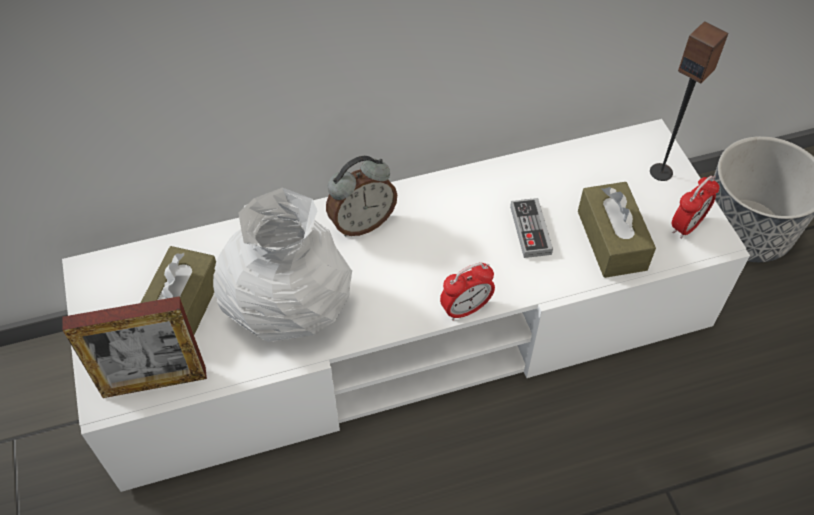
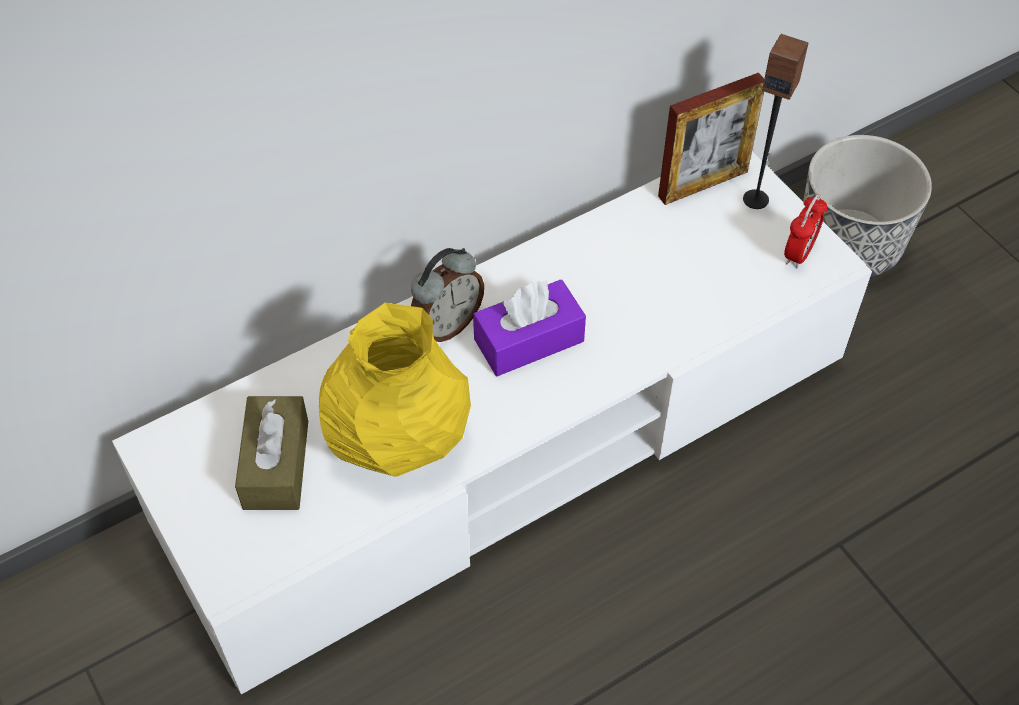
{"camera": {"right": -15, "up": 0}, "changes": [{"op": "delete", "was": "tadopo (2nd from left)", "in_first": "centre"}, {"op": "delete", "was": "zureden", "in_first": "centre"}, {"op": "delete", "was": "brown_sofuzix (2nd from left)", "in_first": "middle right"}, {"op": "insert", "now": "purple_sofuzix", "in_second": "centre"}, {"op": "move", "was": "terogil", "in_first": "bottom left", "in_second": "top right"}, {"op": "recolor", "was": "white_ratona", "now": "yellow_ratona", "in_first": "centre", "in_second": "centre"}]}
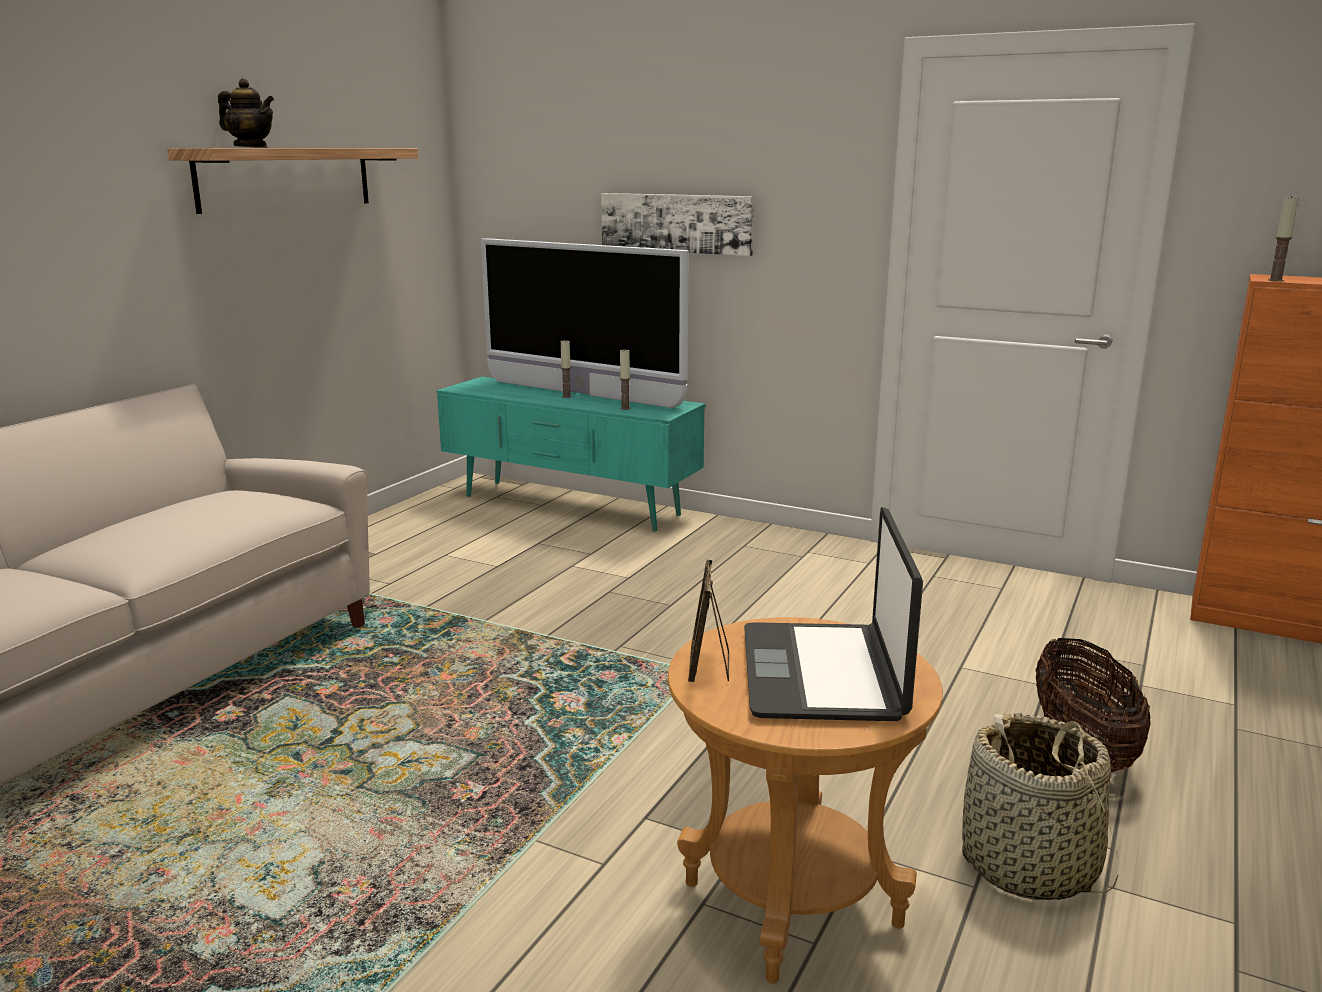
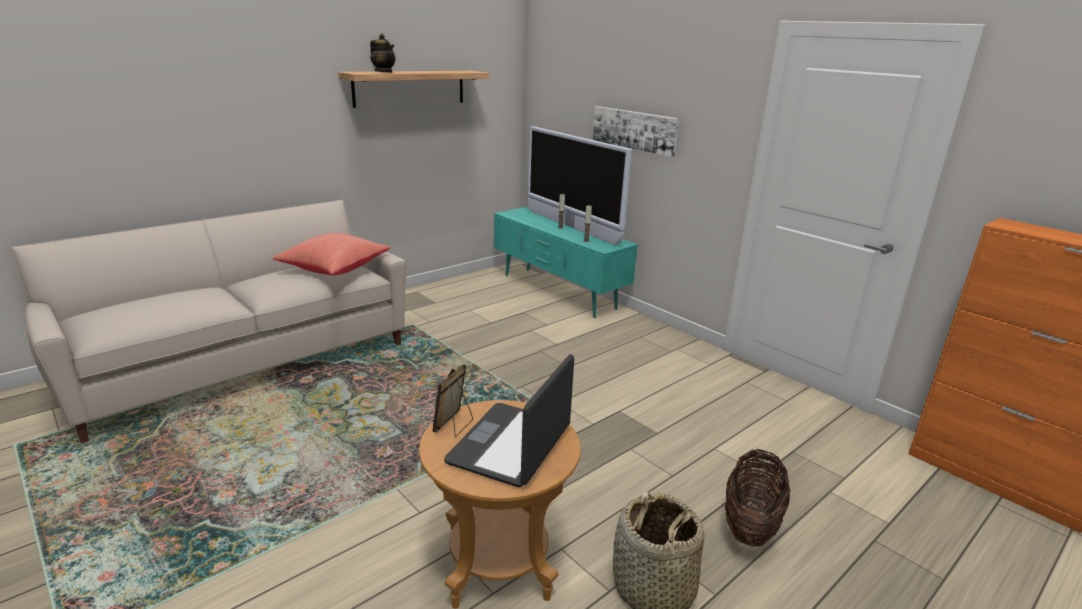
{"camera": {"right": 20, "up": 5}, "changes": [{"op": "delete", "was": "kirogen (3rd from left)", "in_first": "top right"}, {"op": "insert", "now": "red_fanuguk", "in_second": "middle left"}]}
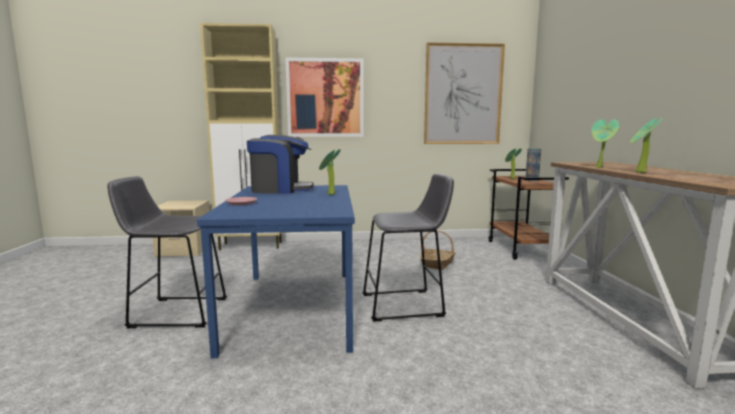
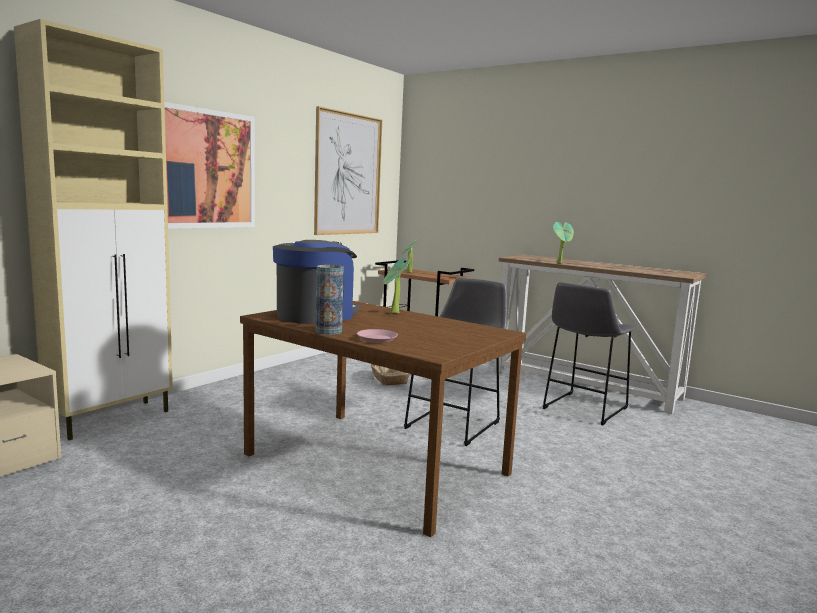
{"camera": {"right": -50, "up": 0}, "changes": [{"op": "delete", "was": "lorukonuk (4th from left)", "in_first": "middle right"}, {"op": "move", "was": "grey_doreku (1st from left in the first image)", "now": "grey_doreku (2nd from left)", "in_first": "middle left", "in_second": "middle right"}, {"op": "move", "was": "ratona", "in_first": "middle right", "in_second": "centre"}, {"op": "recolor", "was": "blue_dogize", "now": "brown_dogize", "in_first": "centre", "in_second": "bottom centre"}]}
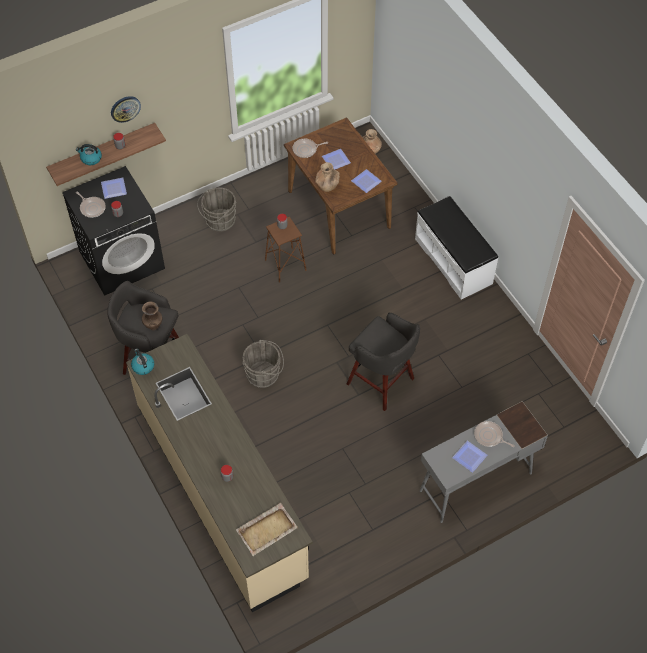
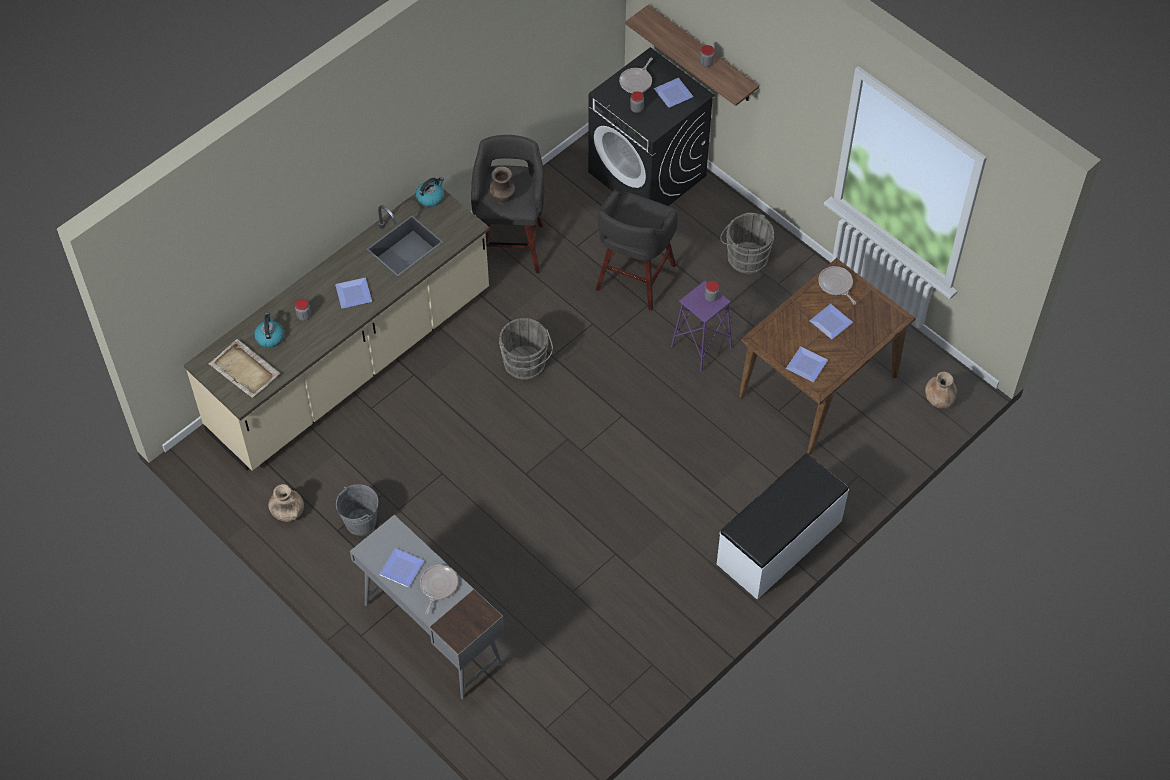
{"camera": {"right": 75, "up": 0}, "changes": [{"op": "delete", "was": "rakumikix", "in_first": "top left"}, {"op": "insert", "now": "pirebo (1st from left)", "in_second": "middle left"}, {"op": "insert", "now": "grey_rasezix (1st from left)", "in_second": "middle left"}, {"op": "move", "was": "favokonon (1st from left)", "in_first": "top left", "in_second": "middle left"}, {"op": "move", "was": "brown_ratona (2nd from left in the first image)", "now": "brown_ratona (1st from left)", "in_first": "top centre", "in_second": "middle left"}, {"op": "move", "was": "grey_doreku (2nd from left)", "in_first": "centre", "in_second": "top centre"}, {"op": "recolor", "was": "brown_doreku", "now": "purple_doreku", "in_first": "centre", "in_second": "centre"}]}
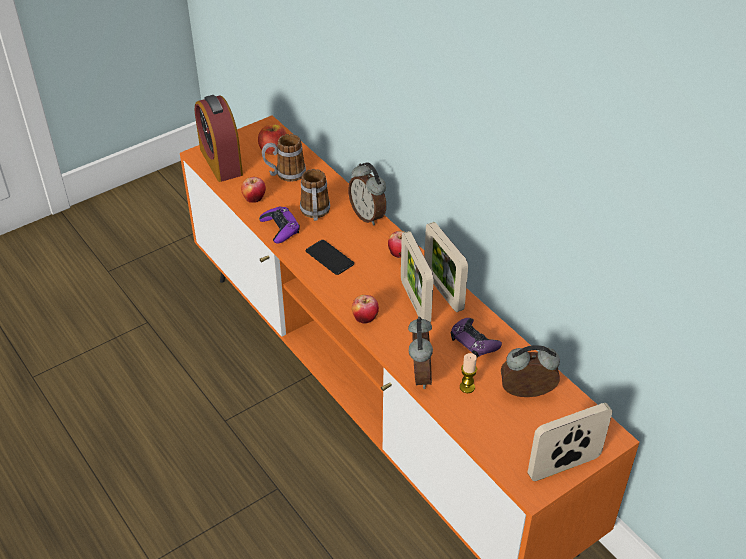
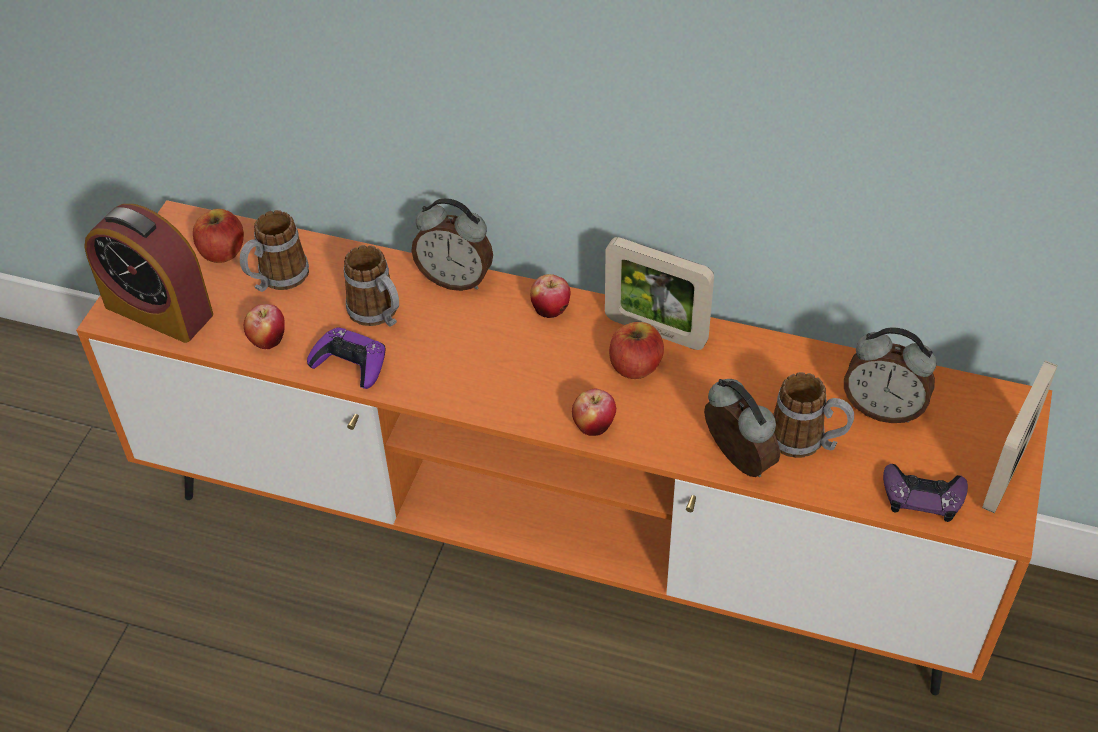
{"camera": {"right": -35, "up": 5}, "changes": [{"op": "delete", "was": "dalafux", "in_first": "centre"}, {"op": "move", "was": "purple_zureden (2nd from left)", "in_first": "centre", "in_second": "bottom right"}, {"op": "replace", "was": "terogil (1st from left)", "now": "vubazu (5th from left)", "in_first": "centre", "in_second": "centre"}, {"op": "replace", "was": "kirogen", "now": "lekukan (3rd from left)", "in_first": "bottom centre", "in_second": "middle right"}, {"op": "rotate", "was": "tadopo (4th from left)", "in_first": "middle right", "in_second": "middle right", "clockwise": -120}]}
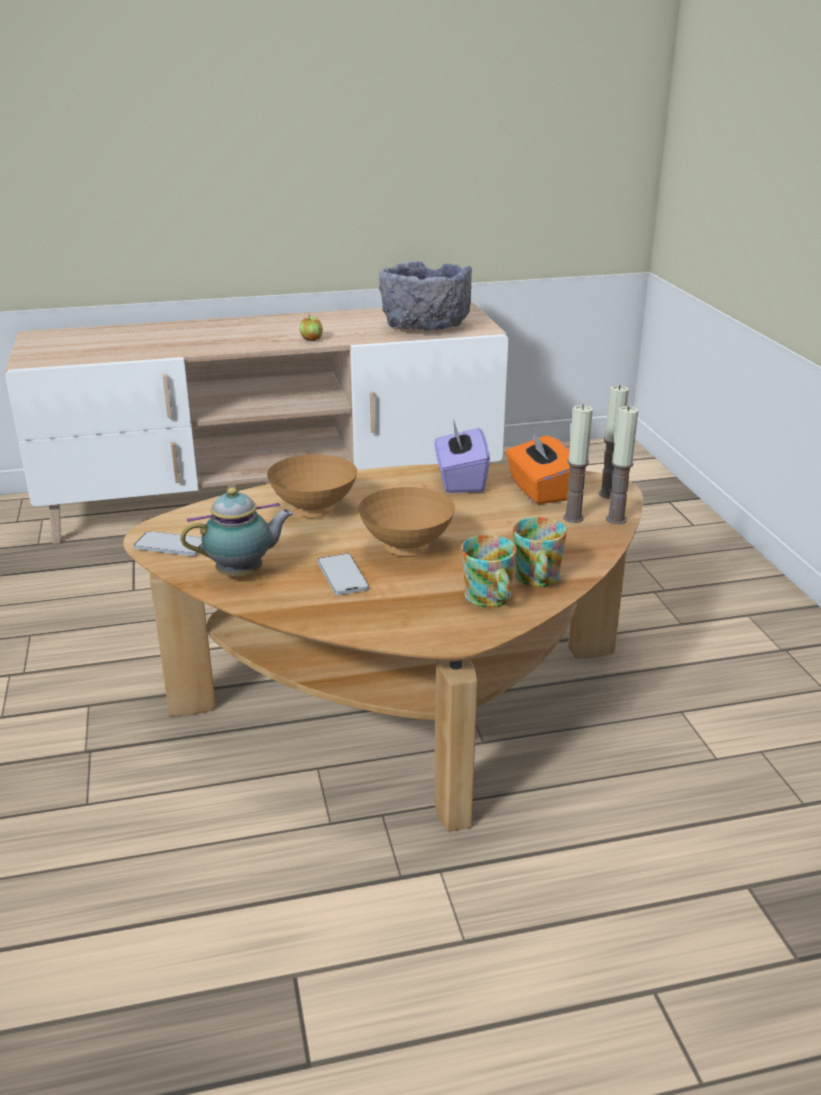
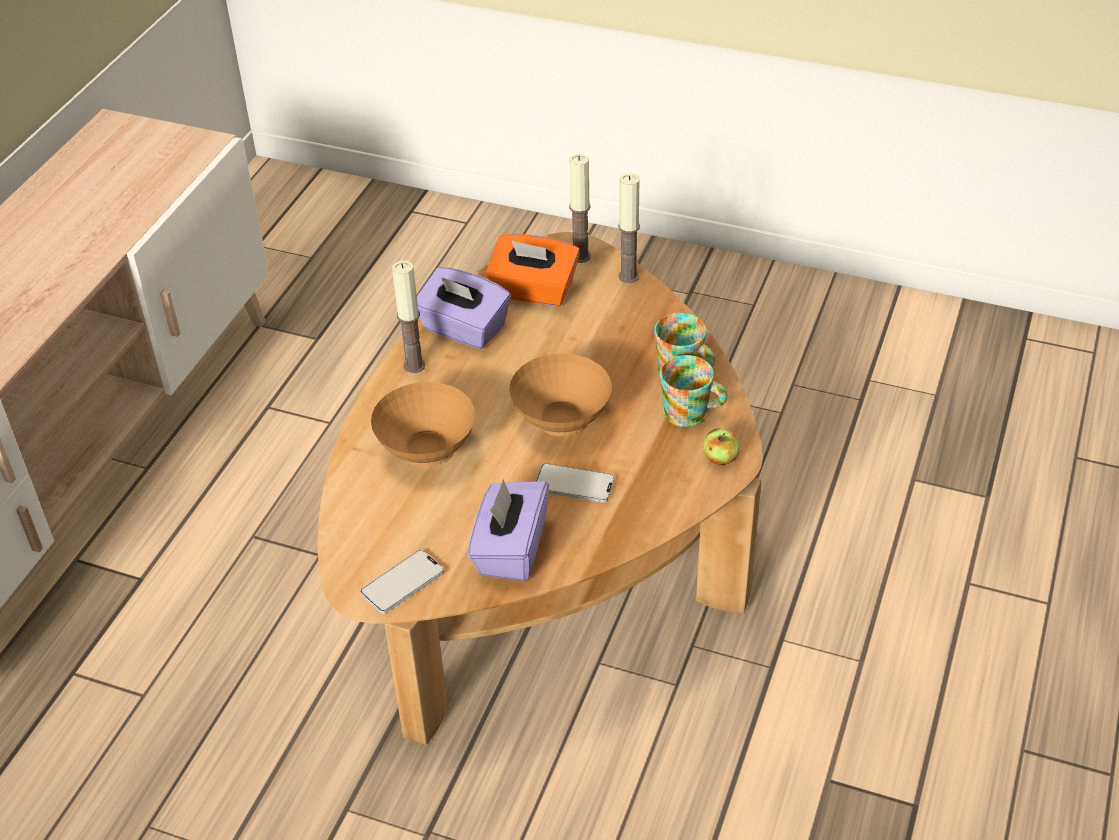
{"camera": {"right": -55, "up": 15}, "changes": [{"op": "delete", "was": "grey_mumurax", "in_first": "top centre"}, {"op": "move", "was": "vubazu", "in_first": "top centre", "in_second": "centre"}, {"op": "move", "was": "kirogen (1st from left)", "in_first": "middle right", "in_second": "centre"}, {"op": "replace", "was": "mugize", "now": "purple_sofuzix (2nd from left)", "in_first": "middle left", "in_second": "centre"}]}
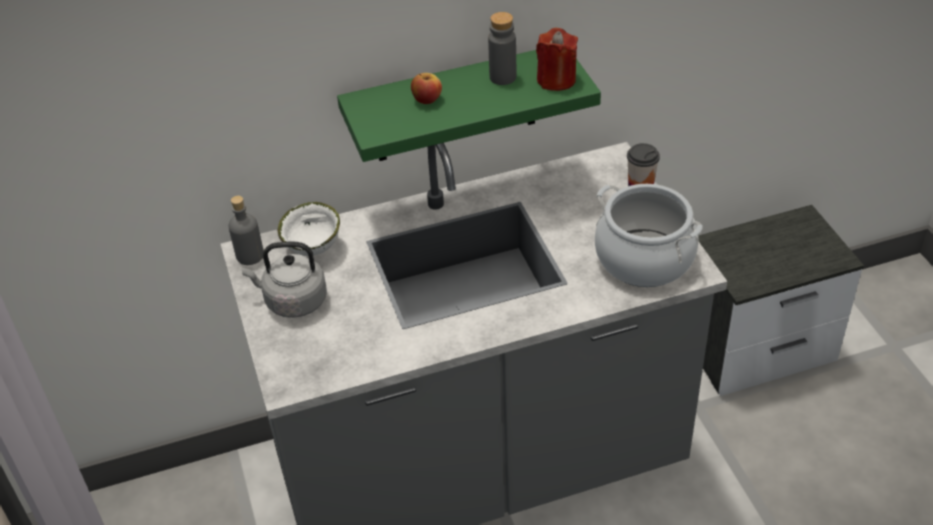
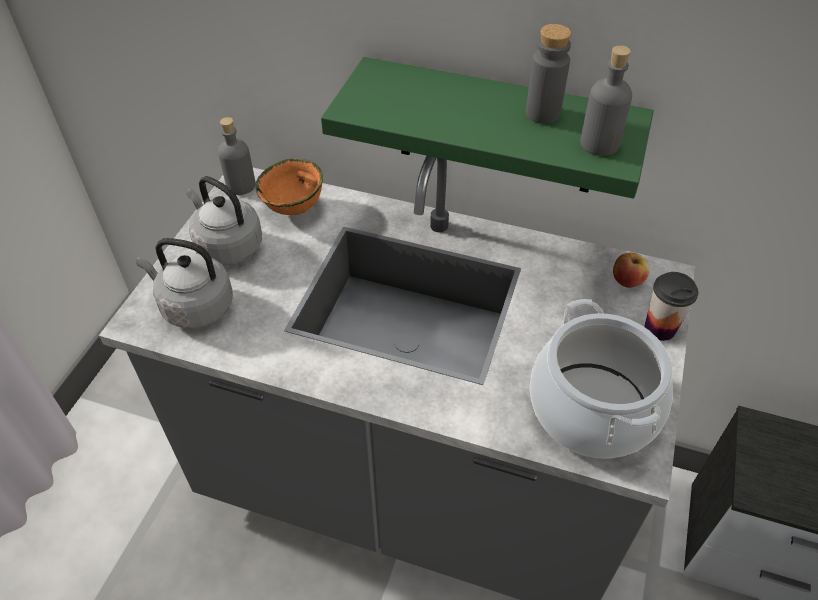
{"camera": {"right": 35, "up": 5}, "changes": [{"op": "insert", "now": "grey_favokonon (1st from left)", "in_second": "middle left"}, {"op": "move", "was": "vubazu", "in_first": "top centre", "in_second": "middle right"}, {"op": "replace", "was": "red_kirogen", "now": "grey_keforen (3rd from left)", "in_first": "top centre", "in_second": "top right"}, {"op": "recolor", "was": "white_mumurax", "now": "orange_mumurax", "in_first": "middle left", "in_second": "top centre"}]}
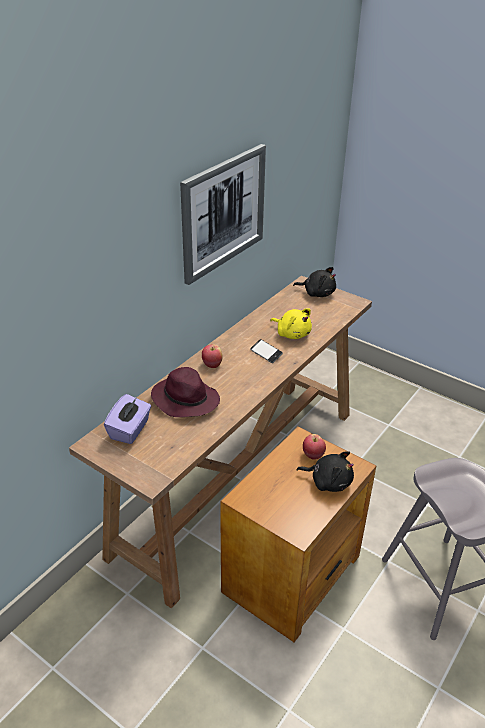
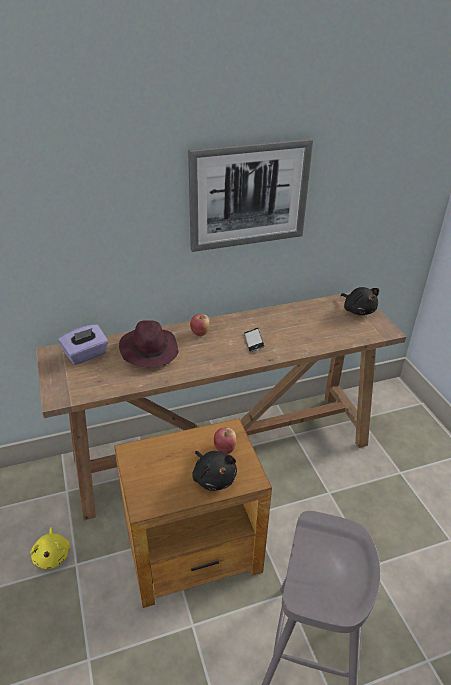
{"camera": {"right": 35, "up": 0}, "changes": [{"op": "move", "was": "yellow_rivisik", "in_first": "centre", "in_second": "bottom left"}]}
